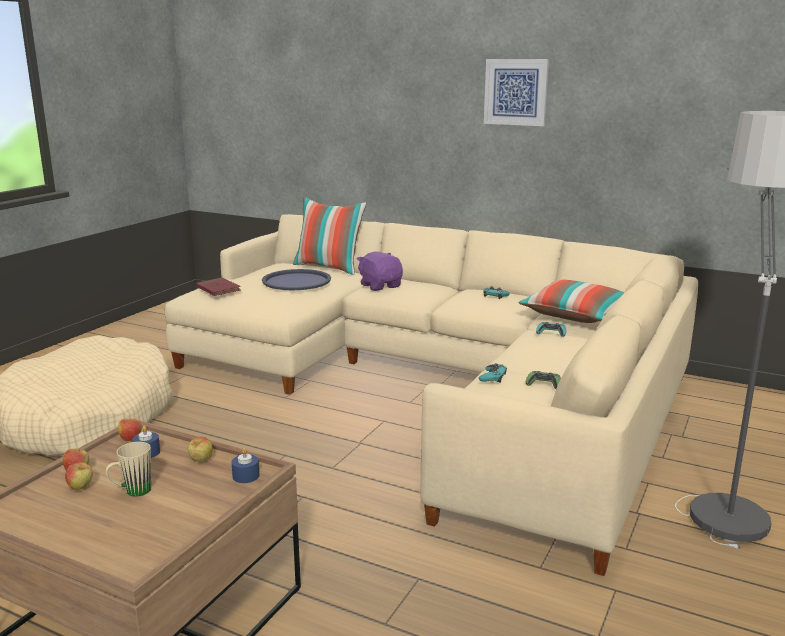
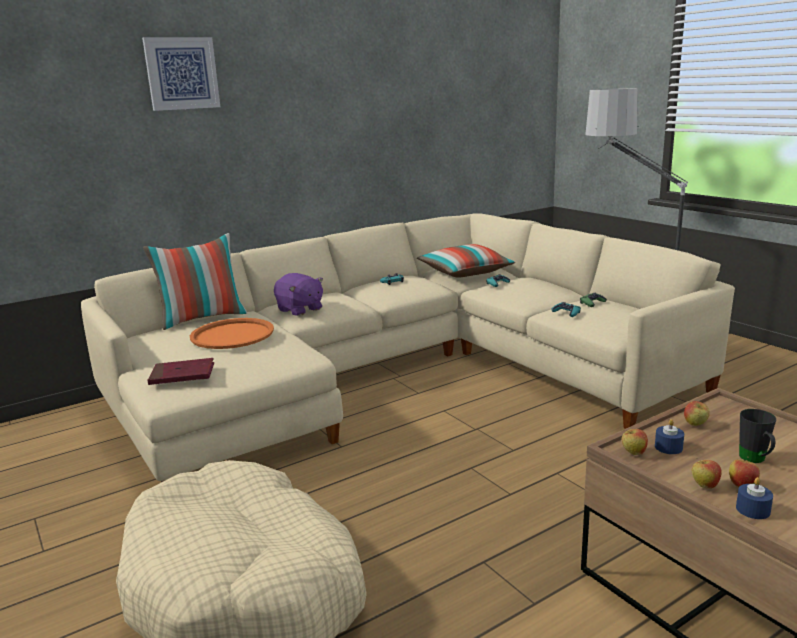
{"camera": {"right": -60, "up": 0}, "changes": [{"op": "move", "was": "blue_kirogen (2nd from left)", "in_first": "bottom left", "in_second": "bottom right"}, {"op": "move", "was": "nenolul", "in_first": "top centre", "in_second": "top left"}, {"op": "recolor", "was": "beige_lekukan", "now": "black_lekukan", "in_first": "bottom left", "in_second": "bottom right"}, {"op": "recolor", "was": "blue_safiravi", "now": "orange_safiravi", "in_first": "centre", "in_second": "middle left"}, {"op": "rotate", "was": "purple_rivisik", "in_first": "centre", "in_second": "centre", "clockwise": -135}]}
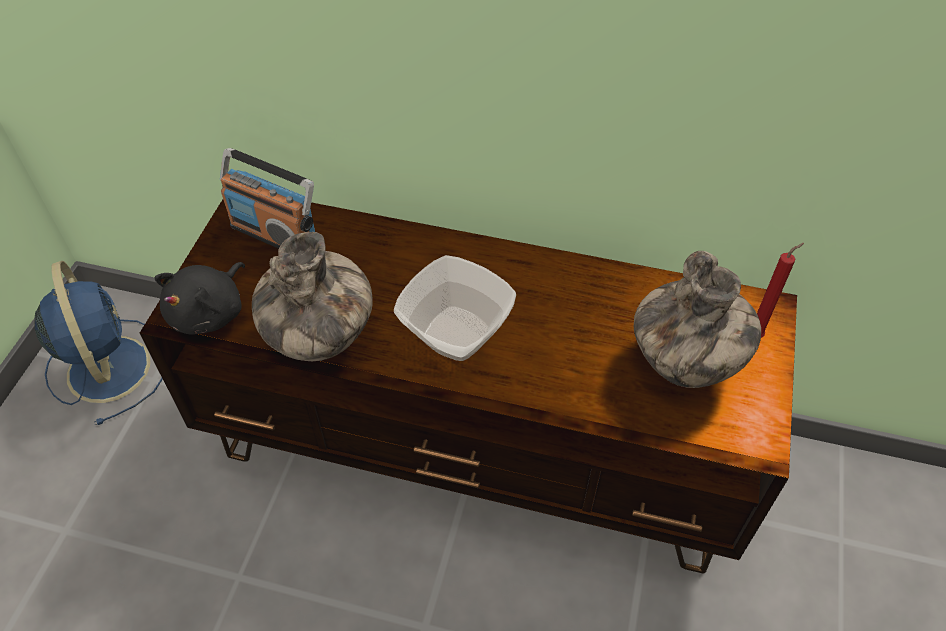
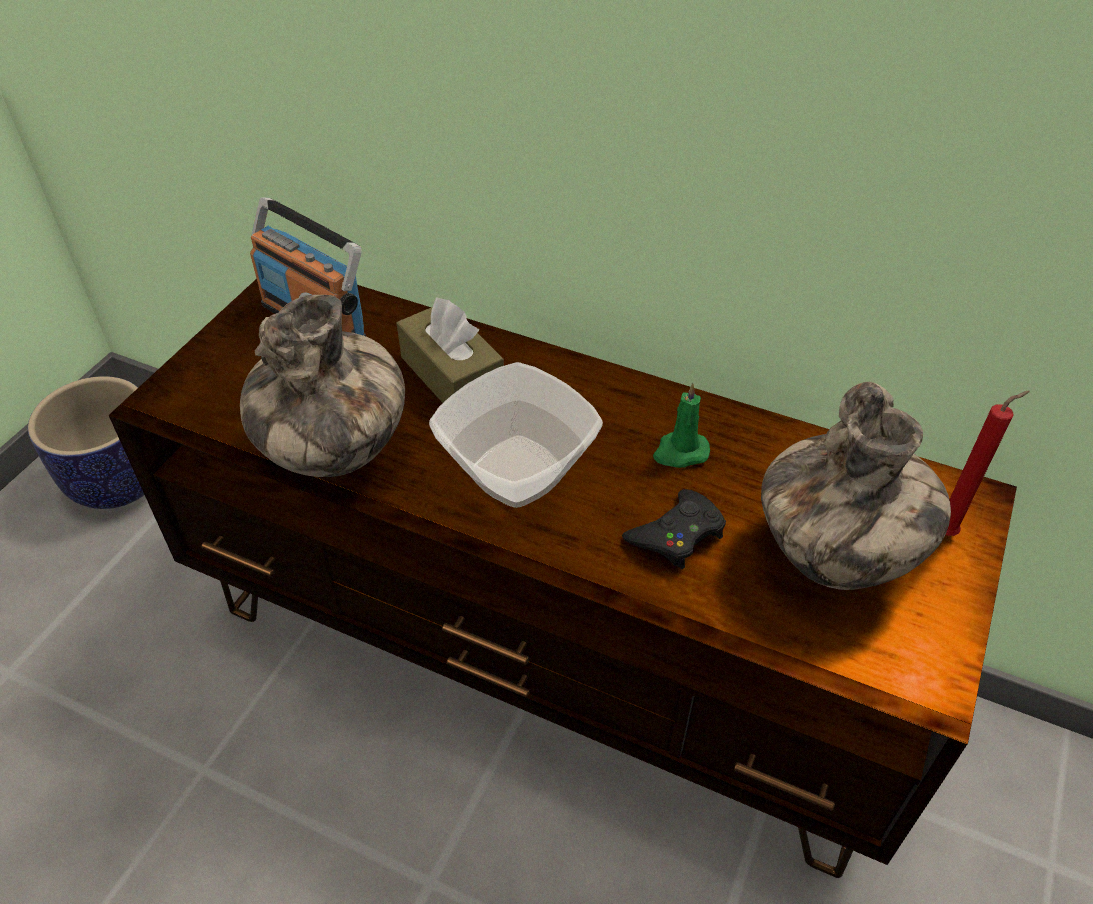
{"camera": {"right": 10, "up": -5}, "changes": [{"op": "delete", "was": "black_rivisik", "in_first": "middle left"}, {"op": "insert", "now": "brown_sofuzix", "in_second": "centre"}, {"op": "insert", "now": "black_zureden", "in_second": "centre"}, {"op": "insert", "now": "green_kirogen", "in_second": "centre"}, {"op": "replace", "was": "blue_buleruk", "now": "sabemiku", "in_first": "middle left", "in_second": "middle left"}]}
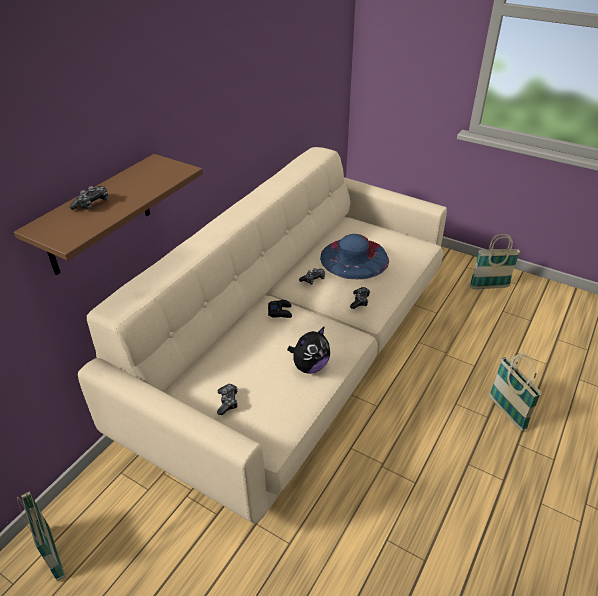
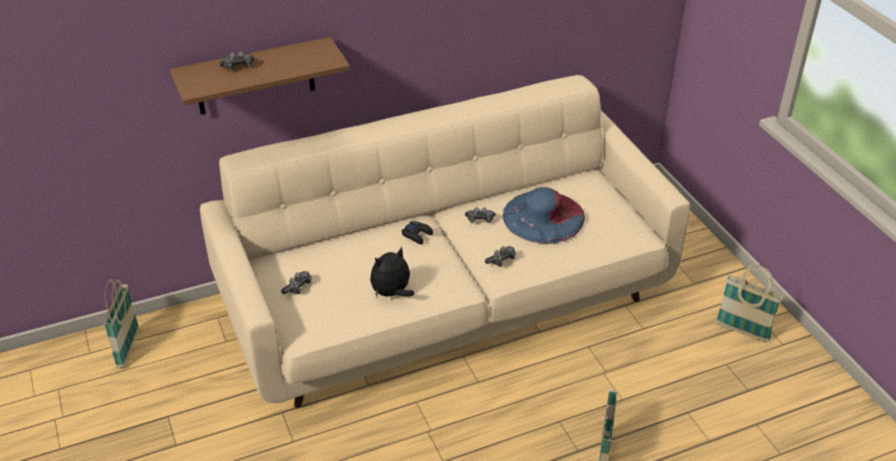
{"camera": {"right": 35, "up": 0}, "changes": [{"op": "rotate", "was": "rivisik", "in_first": "centre", "in_second": "centre", "clockwise": 150}]}
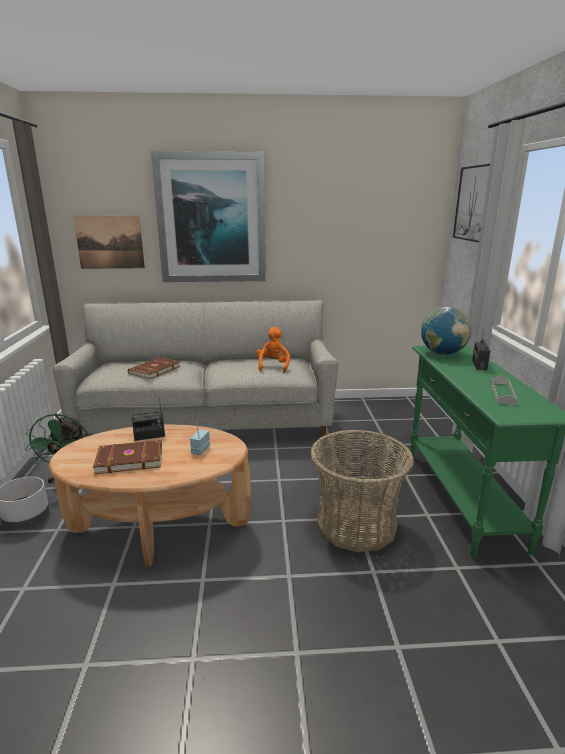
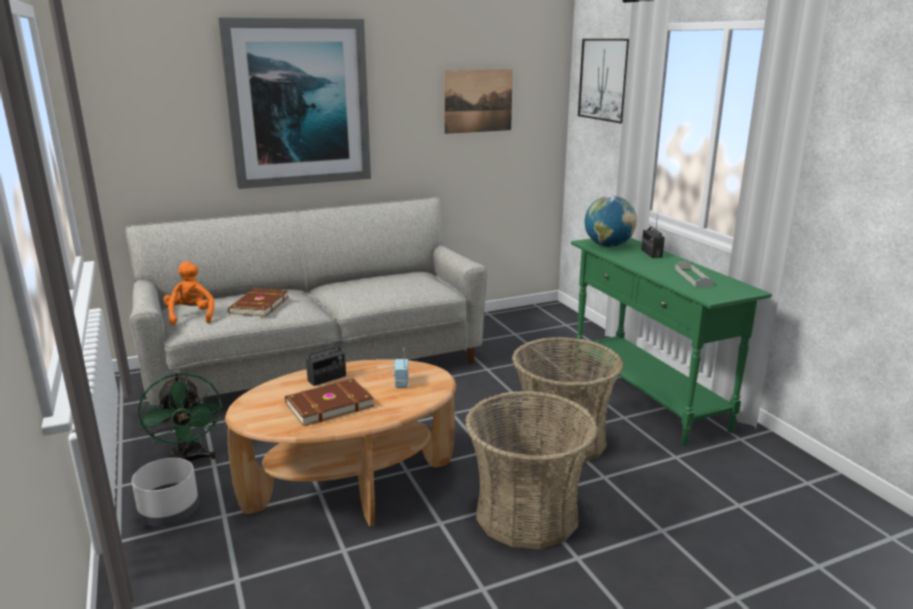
{"camera": {"right": -20, "up": 0}, "changes": [{"op": "insert", "now": "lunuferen (1st from left)", "in_second": "bottom centre"}, {"op": "move", "was": "nenolul (1st from left in the first image)", "now": "nenolul (2nd from left)", "in_first": "top left", "in_second": "top centre"}, {"op": "move", "was": "orange_rivisik", "in_first": "centre", "in_second": "middle left"}]}
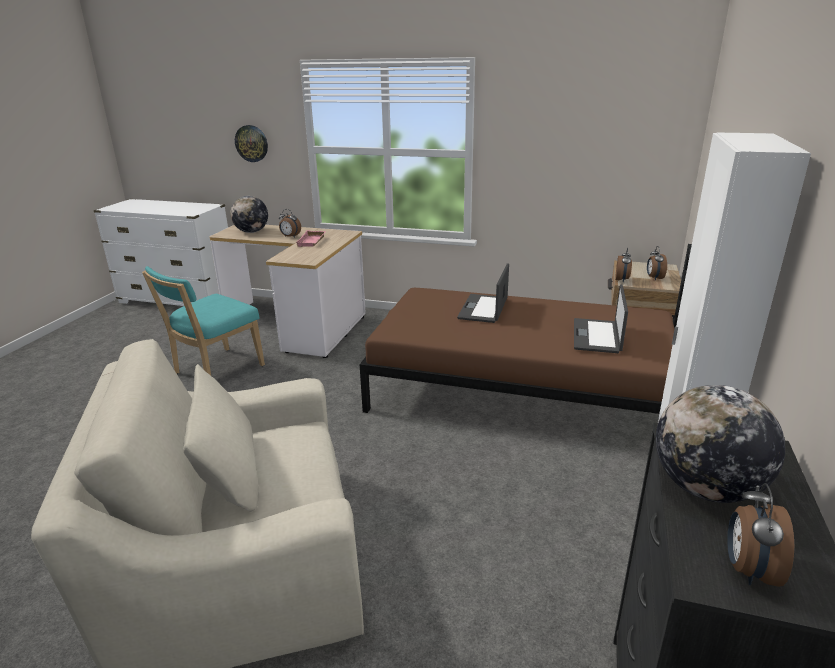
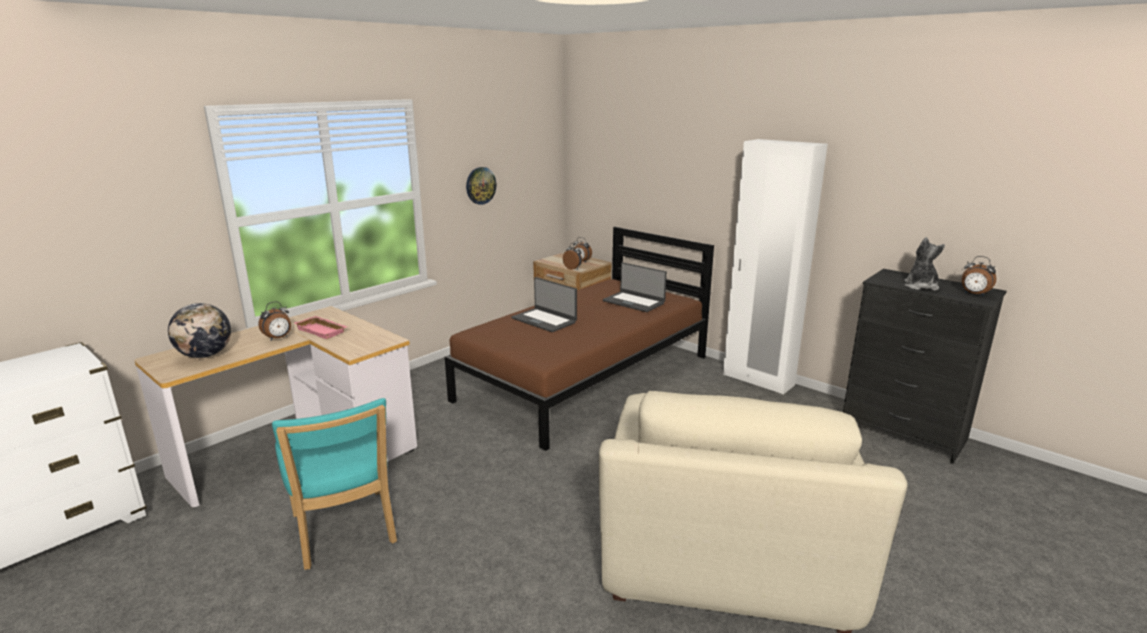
{"camera": {"right": -65, "up": -5}, "changes": [{"op": "move", "was": "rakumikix", "in_first": "top left", "in_second": "top centre"}, {"op": "replace", "was": "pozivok (2nd from left)", "now": "rivisik", "in_first": "middle right", "in_second": "middle right"}]}
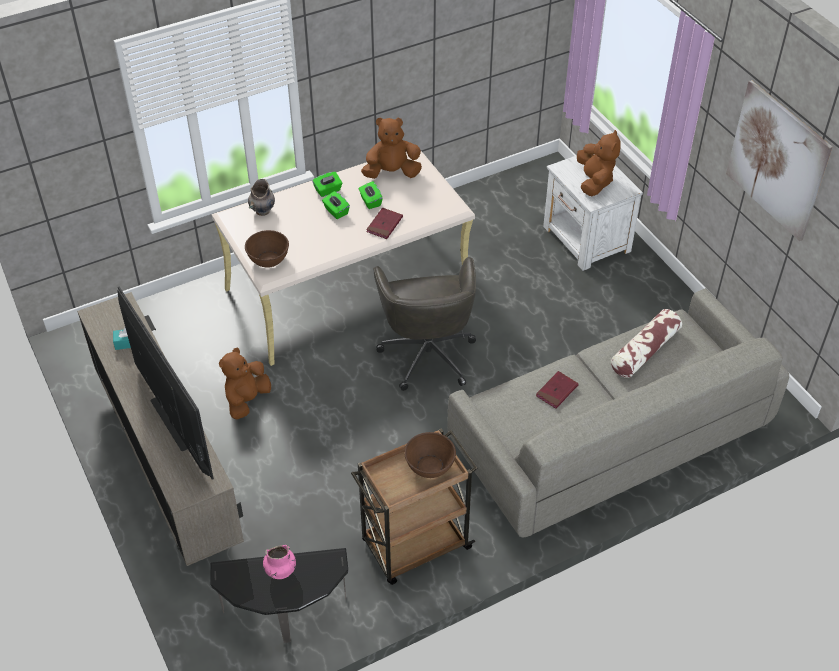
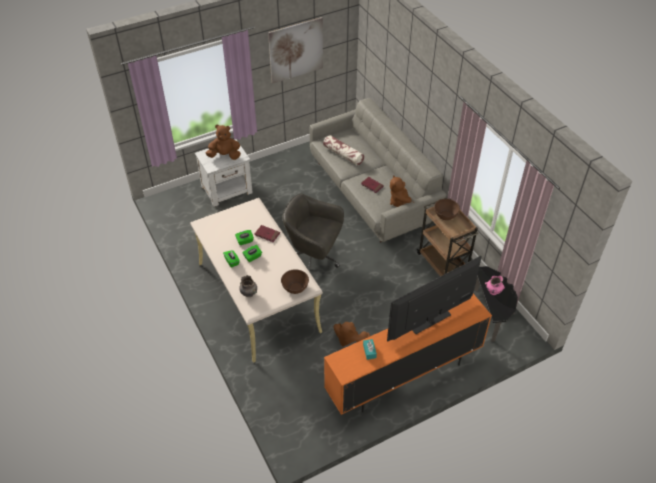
{"camera": {"right": -90, "up": 0}, "changes": [{"op": "move", "was": "brown_rivisik (2nd from left in the first image)", "now": "brown_rivisik (3rd from left)", "in_first": "top centre", "in_second": "centre"}, {"op": "recolor", "was": "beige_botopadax", "now": "orange_botopadax", "in_first": "middle left", "in_second": "bottom centre"}, {"op": "rotate", "was": "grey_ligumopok", "in_first": "centre", "in_second": "centre", "clockwise": -150}]}
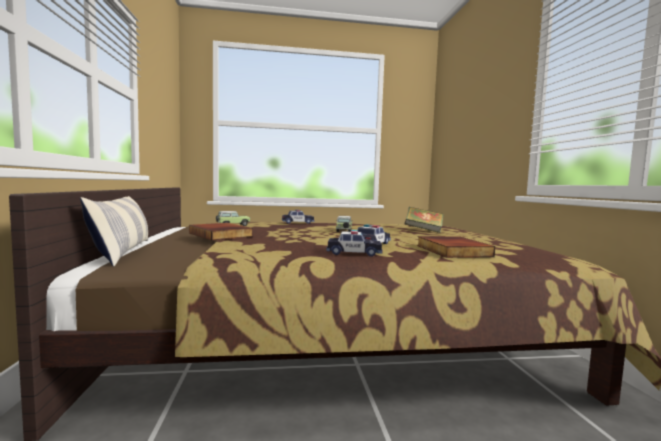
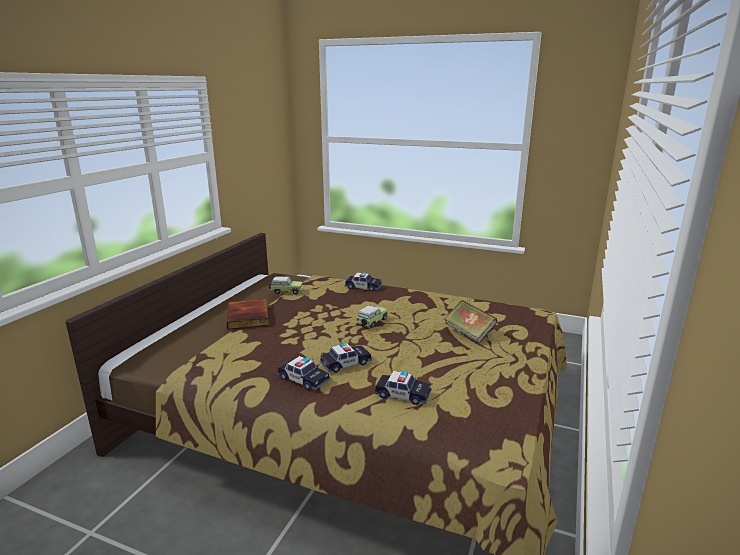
{"camera": {"right": 30, "up": 15}, "changes": [{"op": "delete", "was": "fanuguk", "in_first": "middle left"}, {"op": "replace", "was": "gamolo (3rd from left)", "now": "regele (6th from left)", "in_first": "middle right", "in_second": "bottom centre"}]}
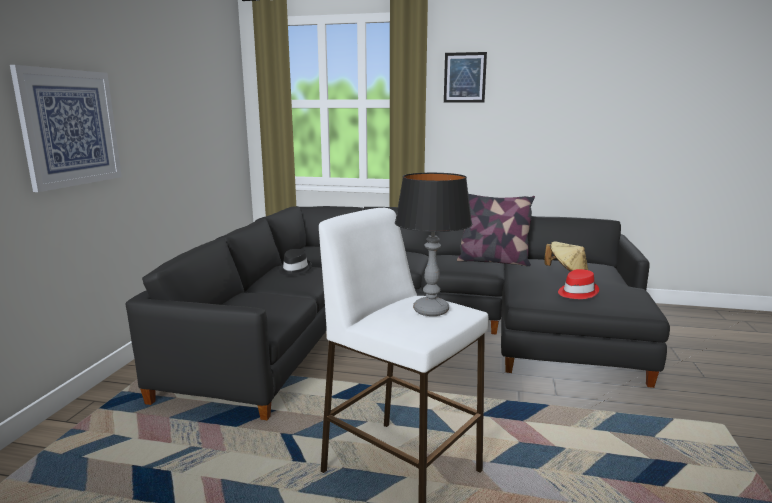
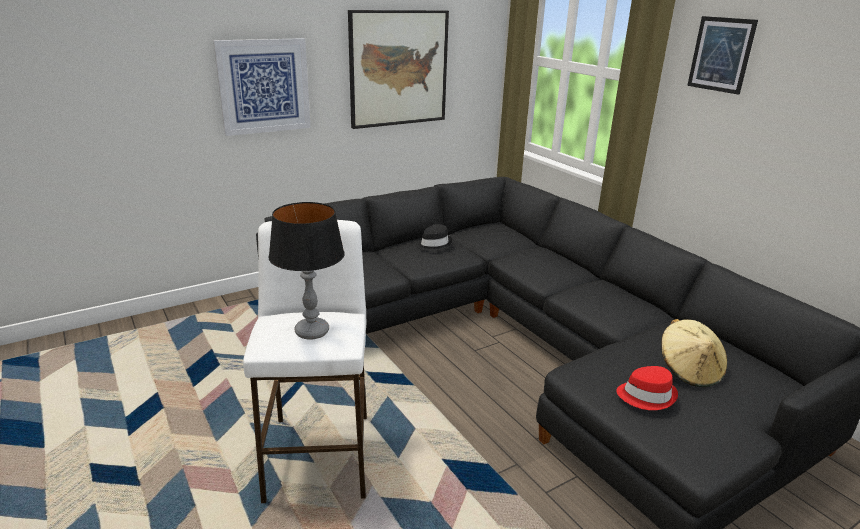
{"camera": {"right": 45, "up": 10}, "changes": [{"op": "delete", "was": "fanuguk", "in_first": "centre"}, {"op": "insert", "now": "nenolul (2nd from left)", "in_second": "top centre"}]}
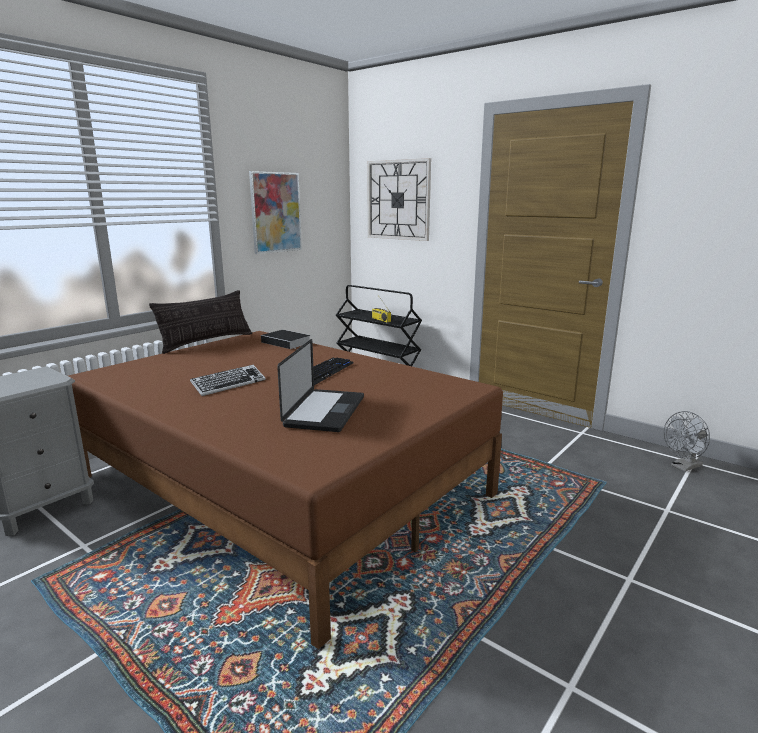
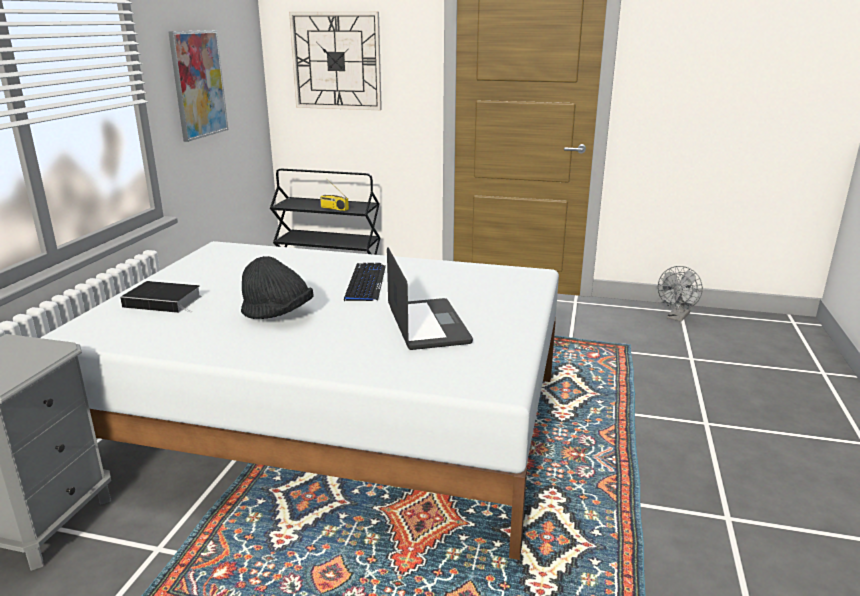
{"camera": {"right": -25, "up": 5}, "changes": [{"op": "delete", "was": "fanuguk", "in_first": "middle left"}, {"op": "move", "was": "gamolo", "in_first": "centre", "in_second": "middle left"}, {"op": "replace", "was": "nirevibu (1st from left)", "now": "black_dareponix", "in_first": "middle left", "in_second": "middle left"}, {"op": "recolor", "was": "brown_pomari", "now": "white_pomari", "in_first": "bottom centre", "in_second": "bottom centre"}]}
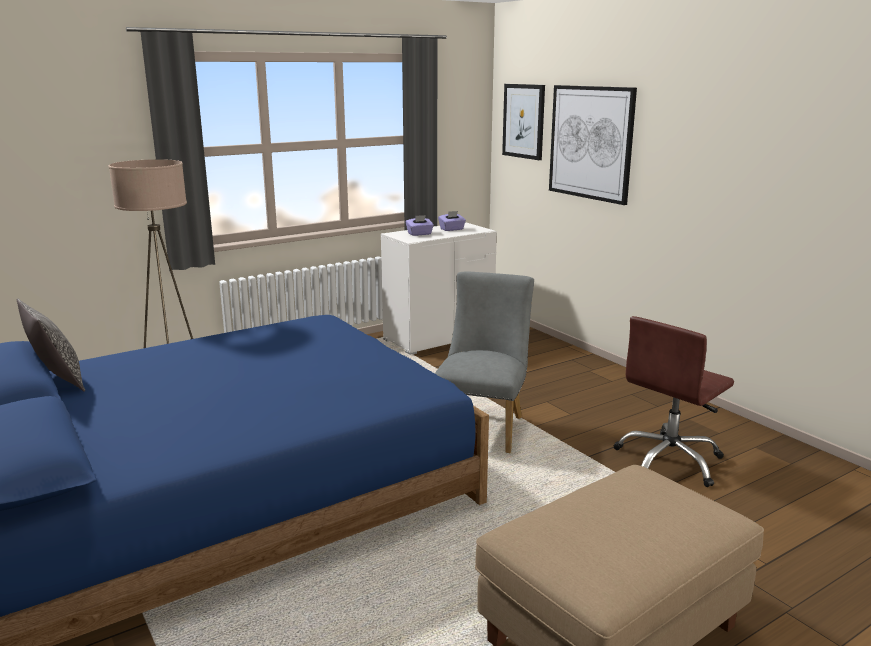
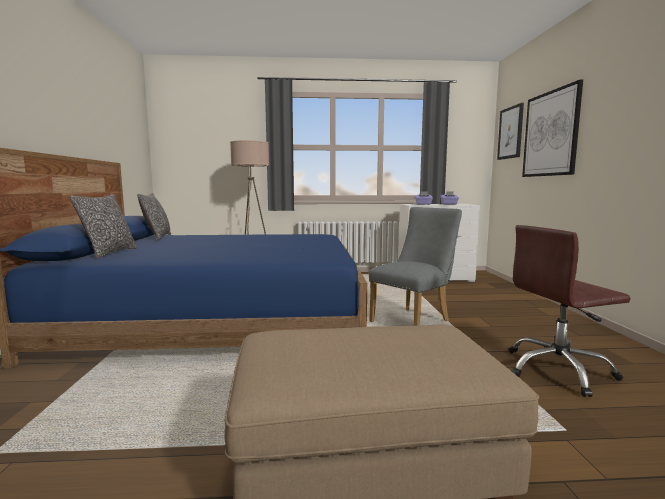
{"camera": {"right": 30, "up": -10}, "changes": [{"op": "insert", "now": "fanuguk (1st from left)", "in_second": "middle left"}]}
